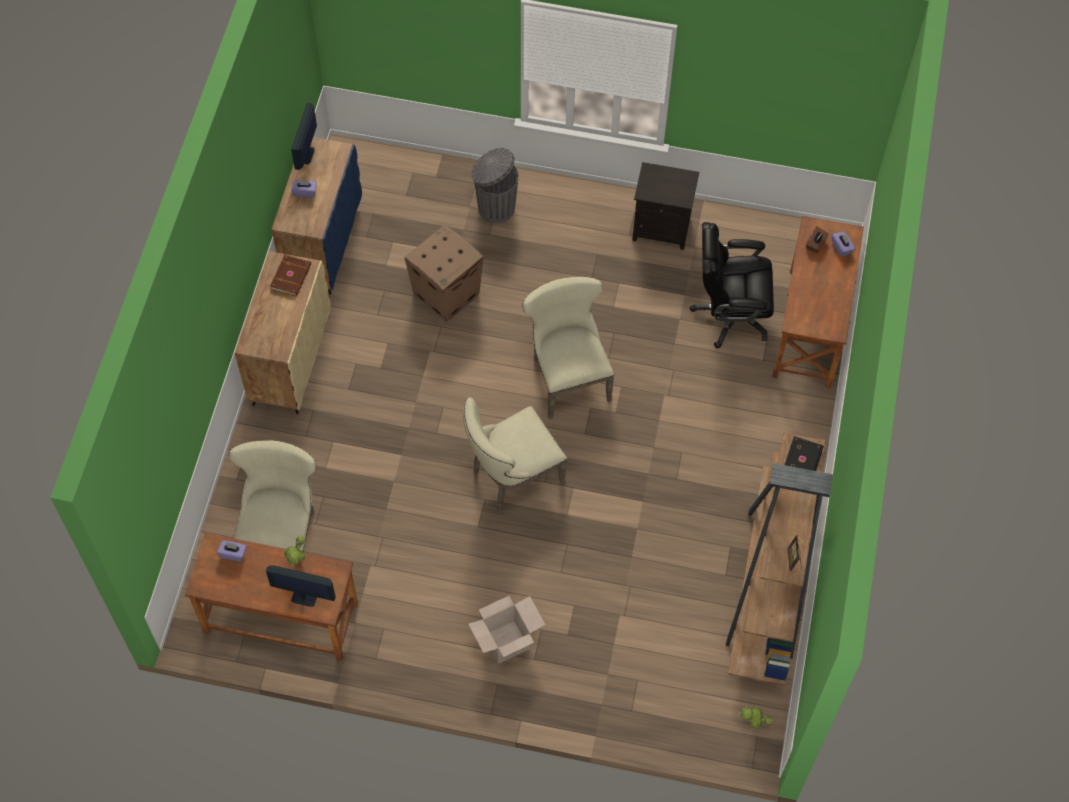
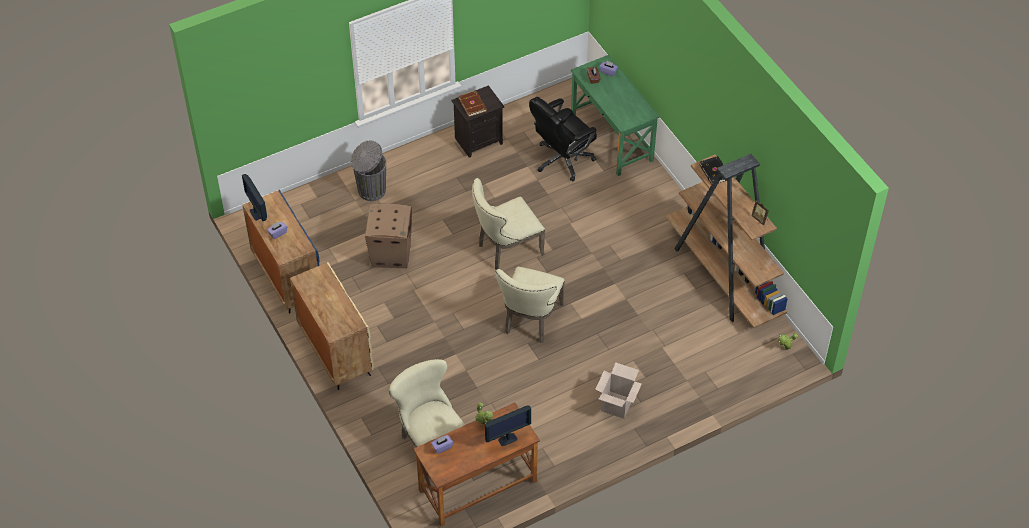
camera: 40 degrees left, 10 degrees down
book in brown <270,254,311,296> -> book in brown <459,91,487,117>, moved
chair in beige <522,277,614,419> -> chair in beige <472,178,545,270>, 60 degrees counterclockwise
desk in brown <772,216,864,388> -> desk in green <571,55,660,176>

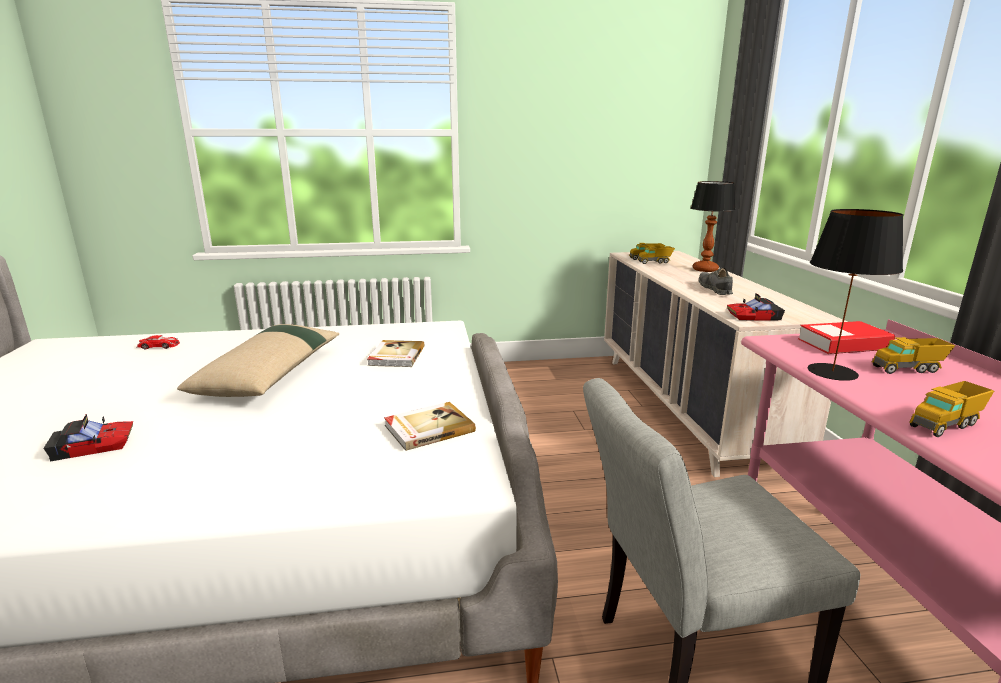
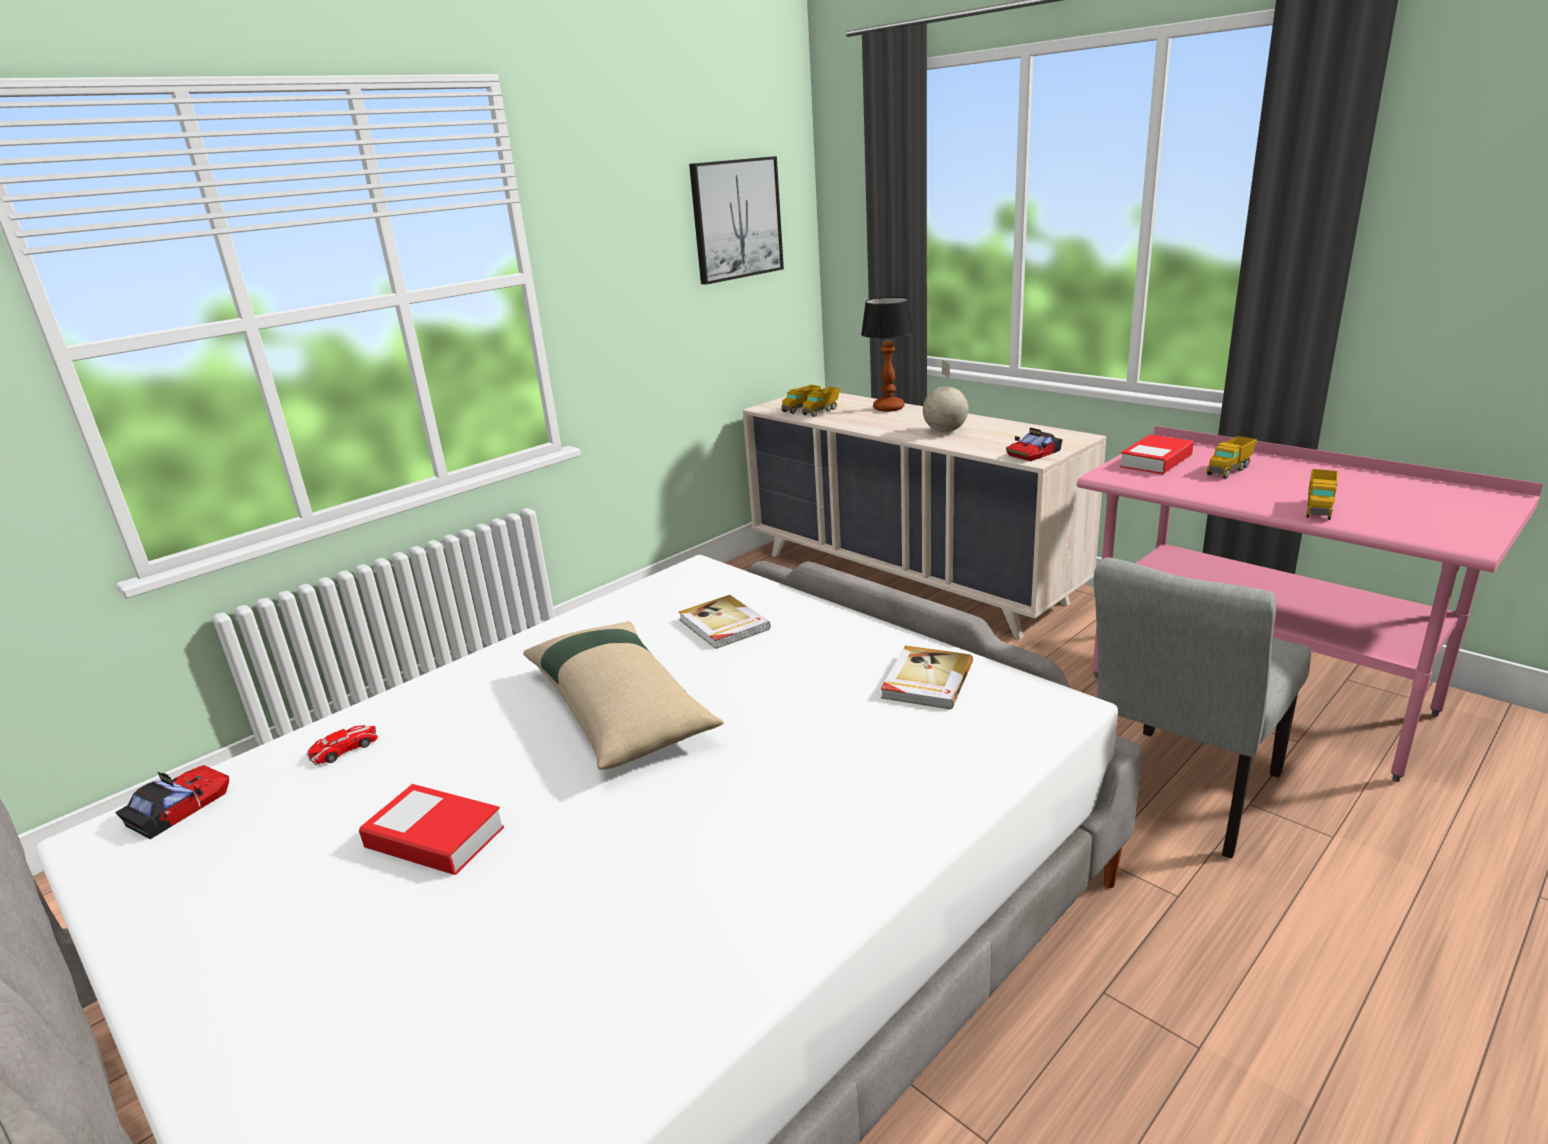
camera: 35 degrees left, 5 degrees up
toy car <43,414,133,462> -> toy car <115,765,229,839>, moved
none -> book <359,784,504,875>
none -> picture <689,156,784,285>
shoe in grey <699,268,733,295> -> globe <923,360,968,432>
table lamp in black <808,209,904,381> -> none

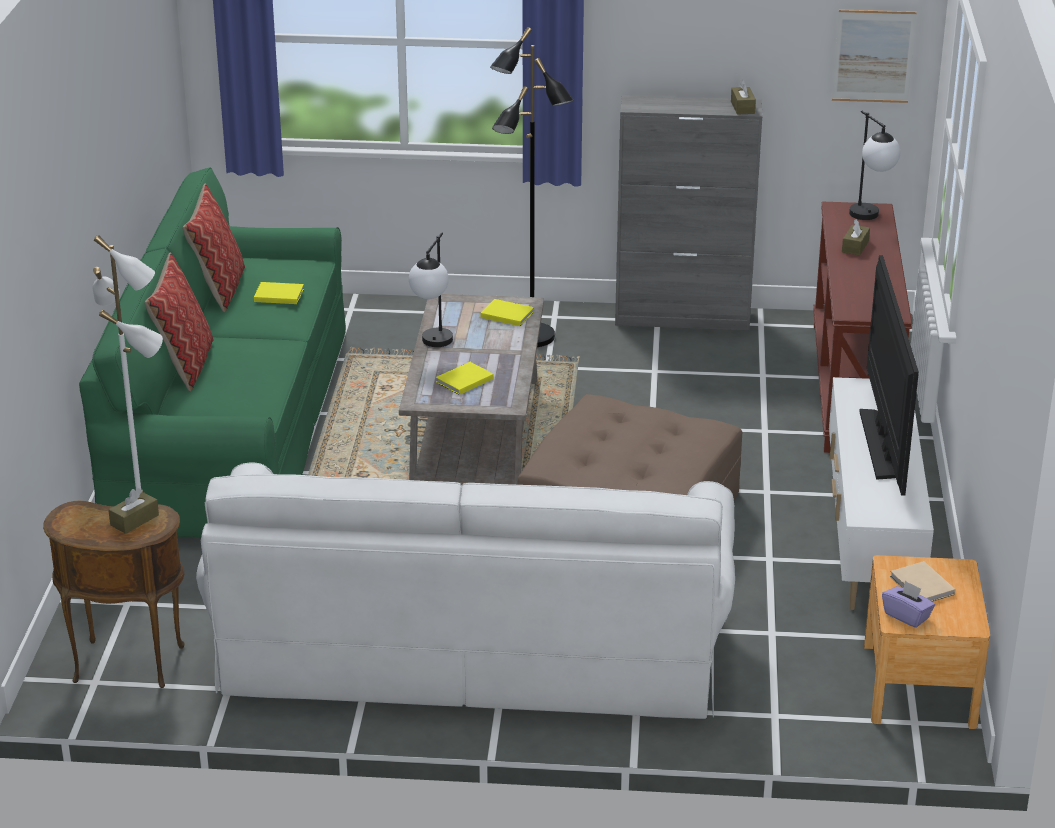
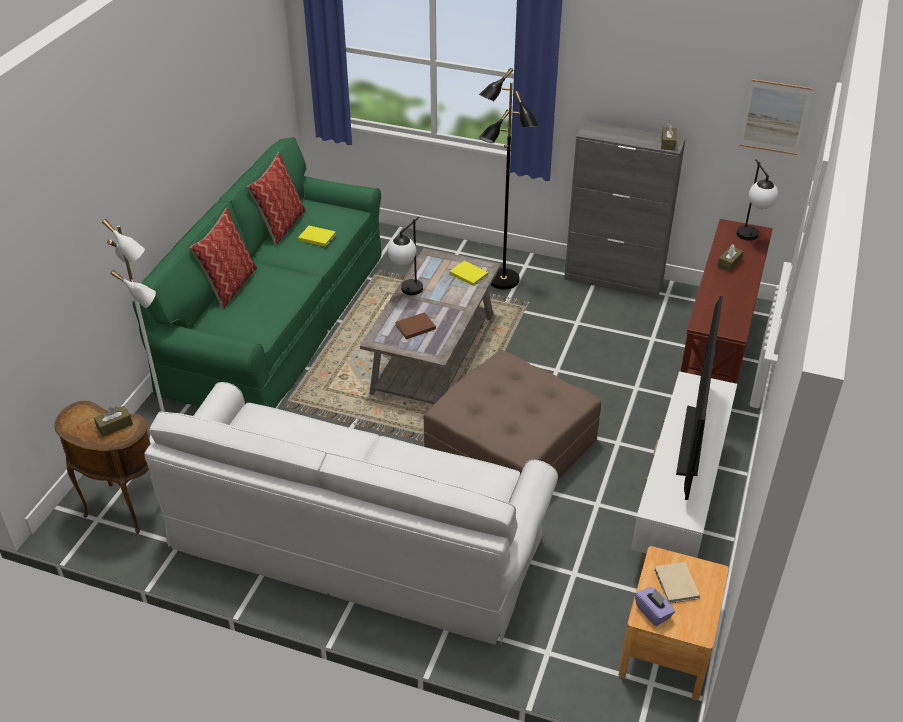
camera: 15 degrees right, 10 degrees up
book in yellow <436,362,494,395> -> book in brown <395,313,436,339>

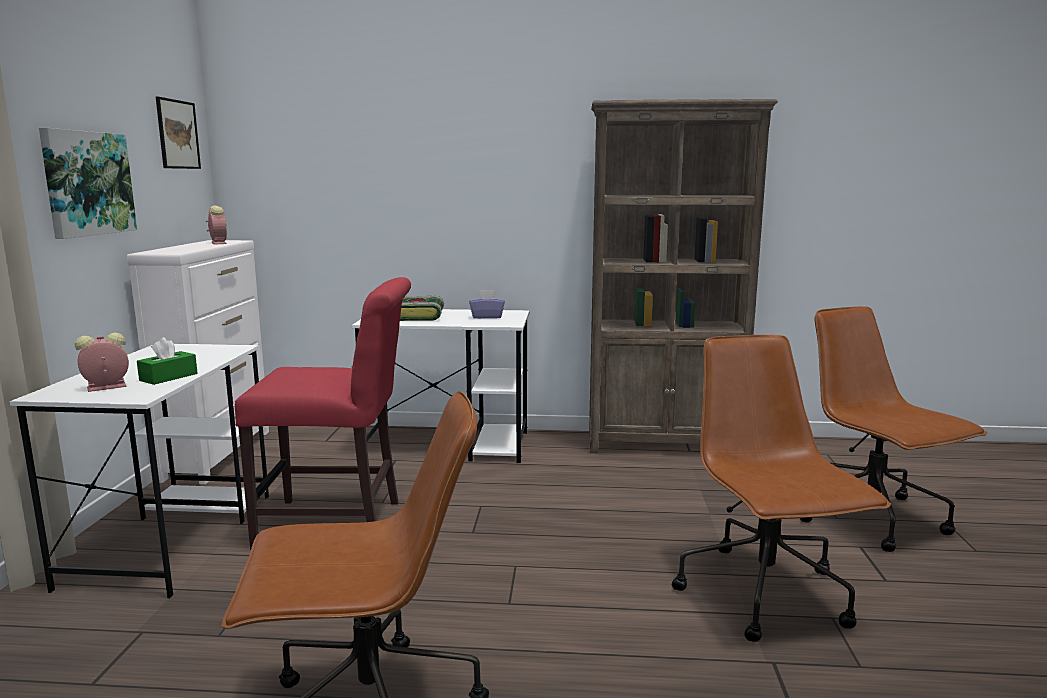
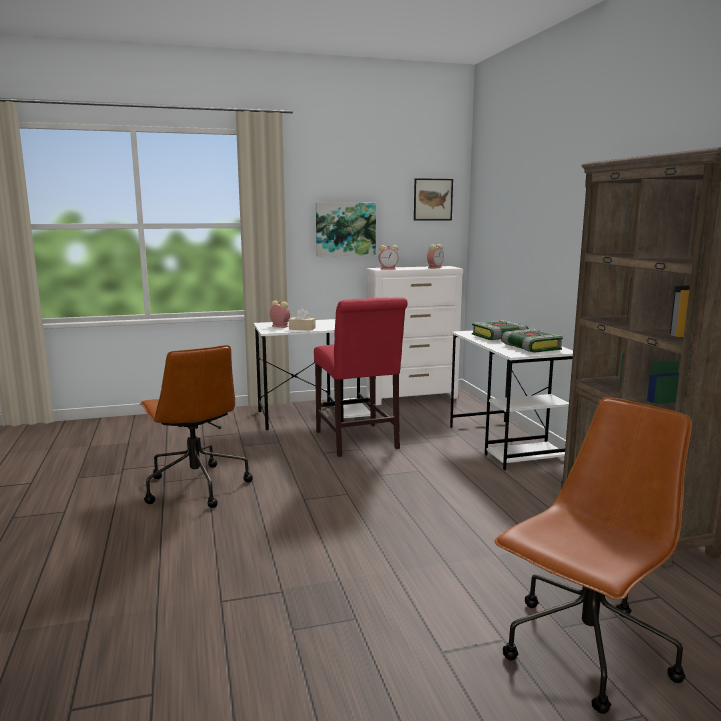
camera: 70 degrees right, 0 degrees up
tissue box in green <137,337,197,385> -> tissue box in beige <289,308,316,331>
none -> alarm clock <379,245,399,270>
tissue box in purple <469,290,505,319> -> book <501,329,563,353>
office chair in brown <672,335,891,642> -> none

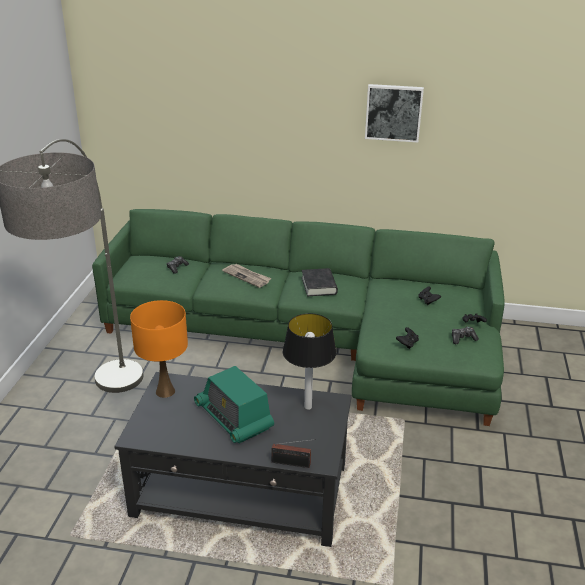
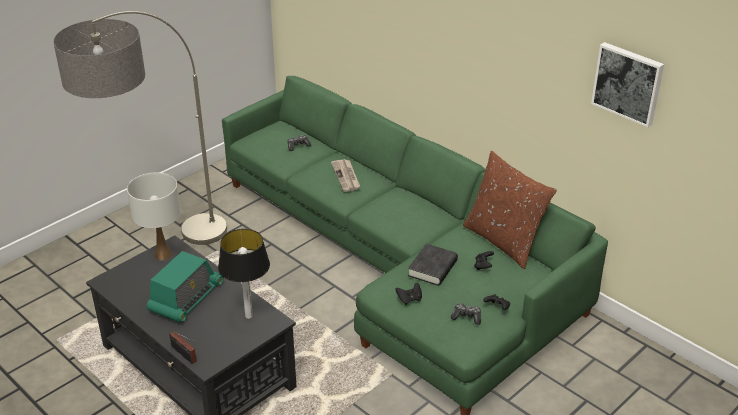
camera: 35 degrees right, 5 degrees up
table lamp in orange <130,300,188,398> -> table lamp in white <127,172,181,260>
radio <194,366,274,443> -> radio <147,251,224,323>, 150 degrees counterclockwise
book in black <302,268,338,296> -> book in black <408,244,458,286>, moved
none -> pillow in brown <463,151,557,269>
picture <365,84,424,143> -> picture <591,42,664,127>, moved

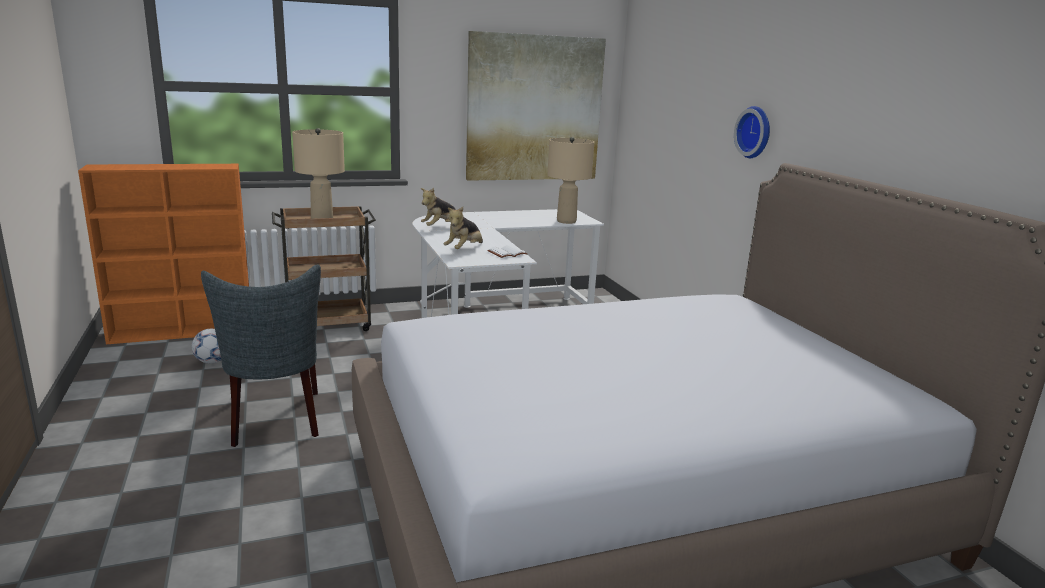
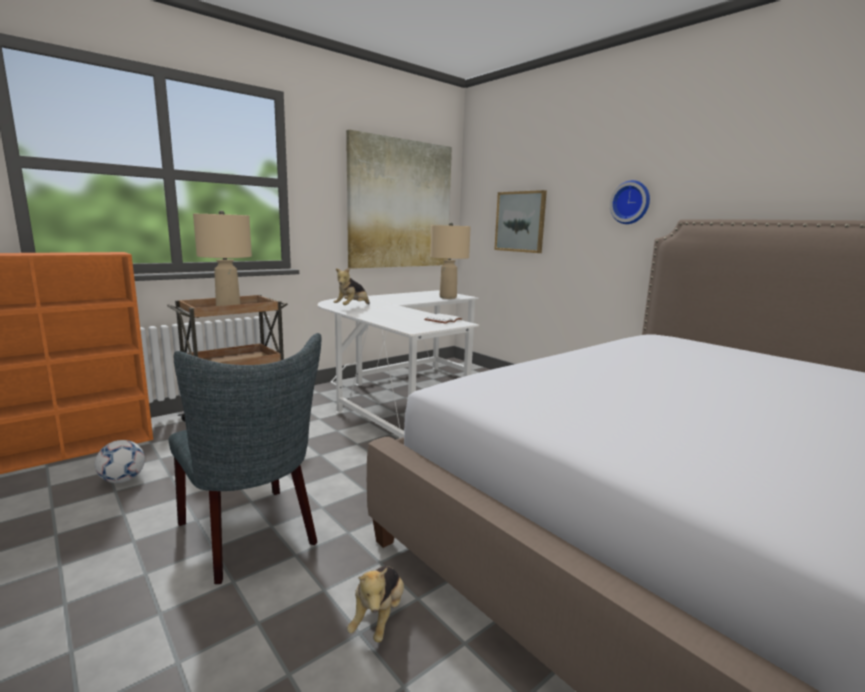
camera: 20 degrees left, 5 degrees down
plush toy <444,207,483,249> -> plush toy <347,566,404,642>, moved
none -> picture <494,190,547,253>

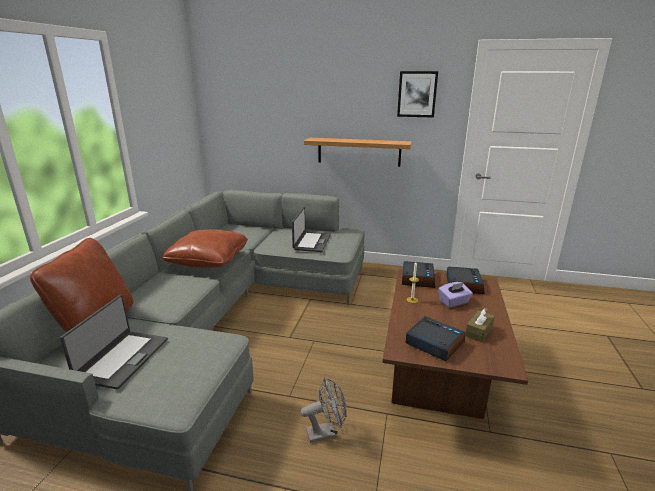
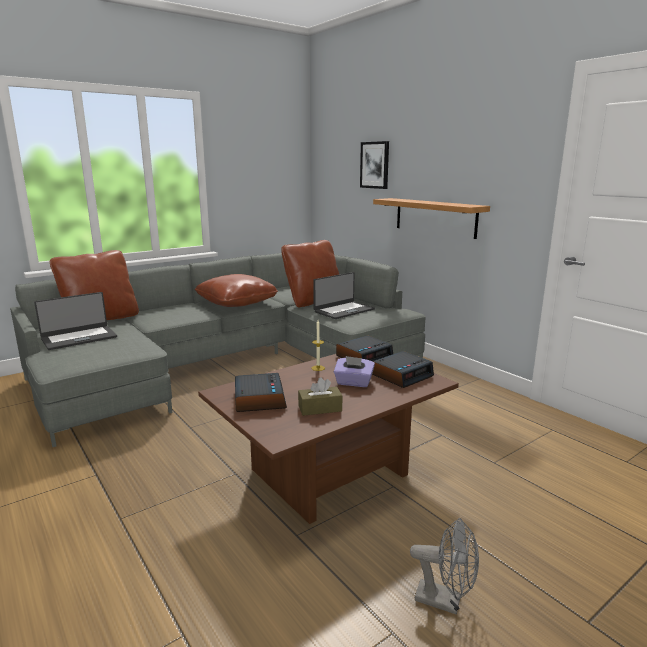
camera: 40 degrees right, 5 degrees down
none -> pillow in brown <281,240,339,308>
picture <397,71,438,118> -> picture <360,141,389,189>, moved
fan in grey <301,377,347,443> -> fan in grey <410,518,479,615>, moved

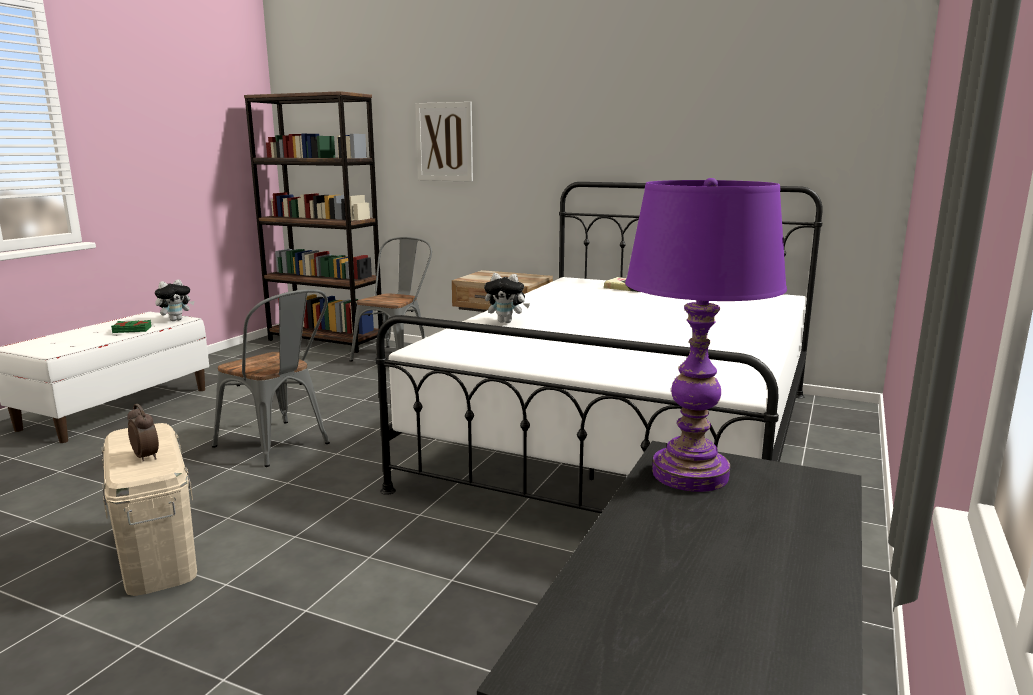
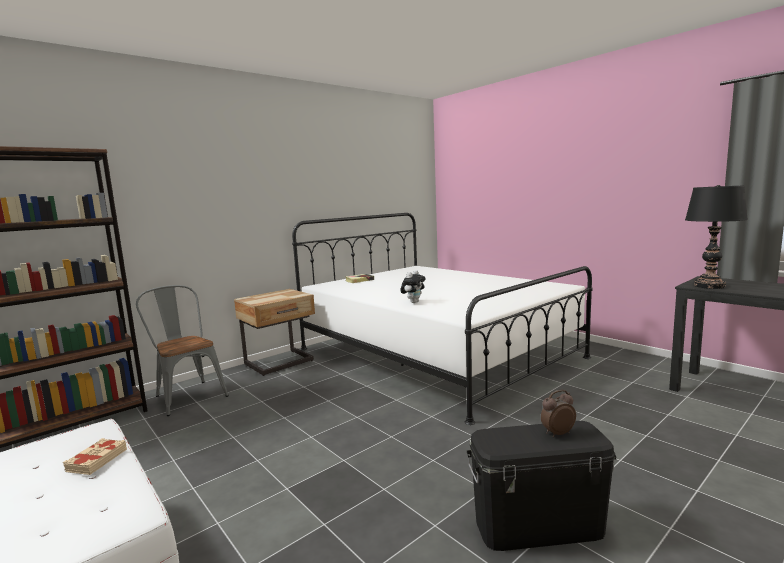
camera: 65 degrees left, 5 degrees down
book in green <111,320,152,333> -> book in beige <63,438,127,475>
storage box in beige <102,423,197,596> -> storage box in black <467,421,617,551>
table lamp in purple <625,178,787,492> -> table lamp in black <685,185,748,289>
plush toy <155,279,194,321> -> none
chair in grey <212,289,330,467> -> none
picture <415,102,473,182> -> none

